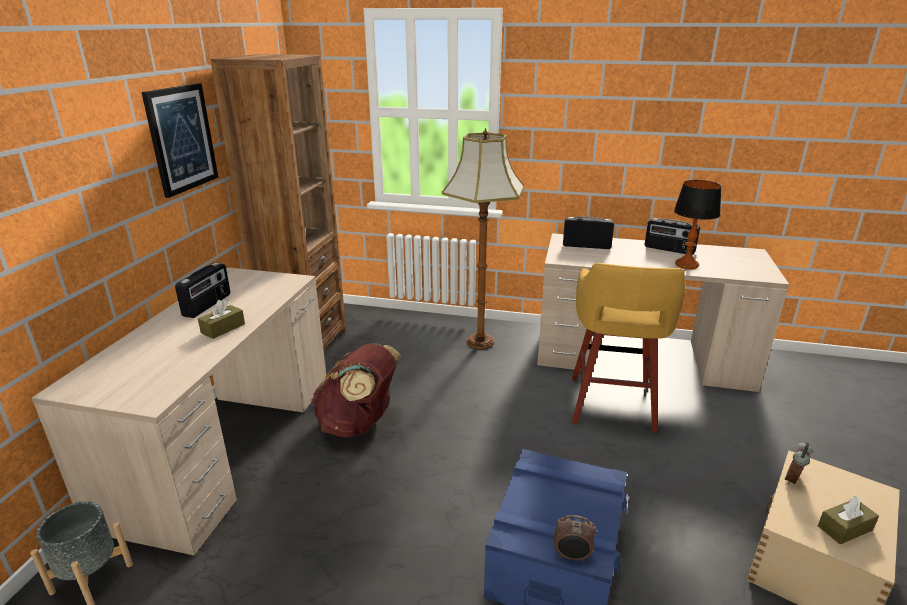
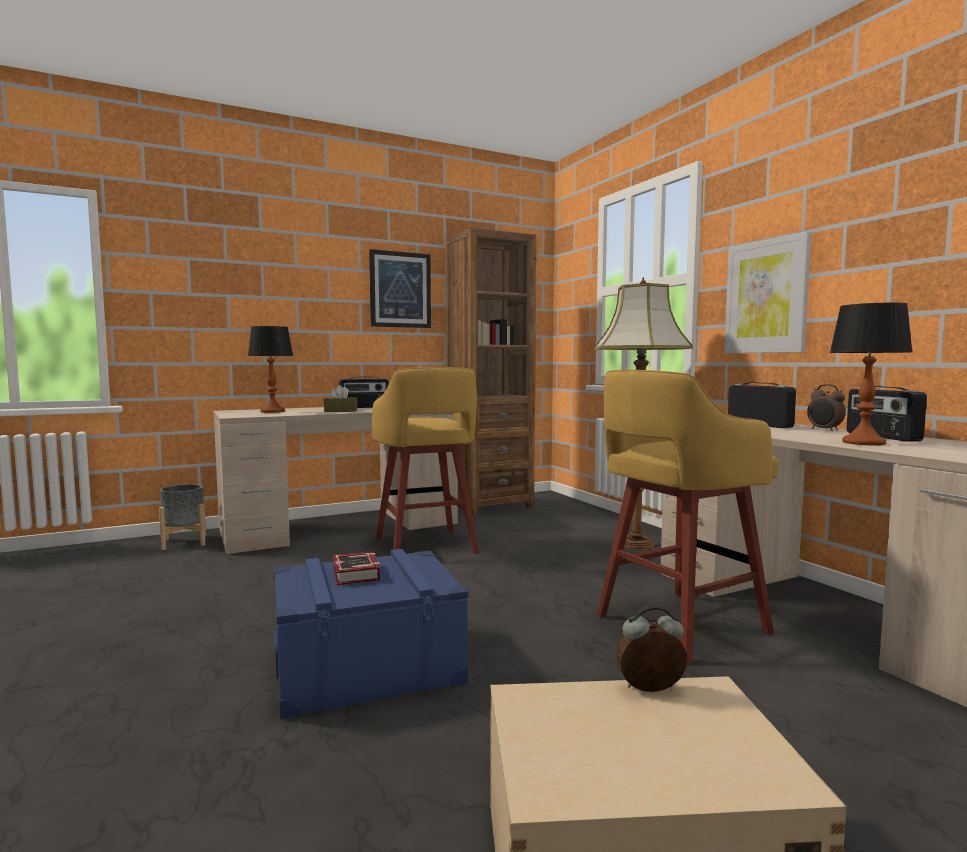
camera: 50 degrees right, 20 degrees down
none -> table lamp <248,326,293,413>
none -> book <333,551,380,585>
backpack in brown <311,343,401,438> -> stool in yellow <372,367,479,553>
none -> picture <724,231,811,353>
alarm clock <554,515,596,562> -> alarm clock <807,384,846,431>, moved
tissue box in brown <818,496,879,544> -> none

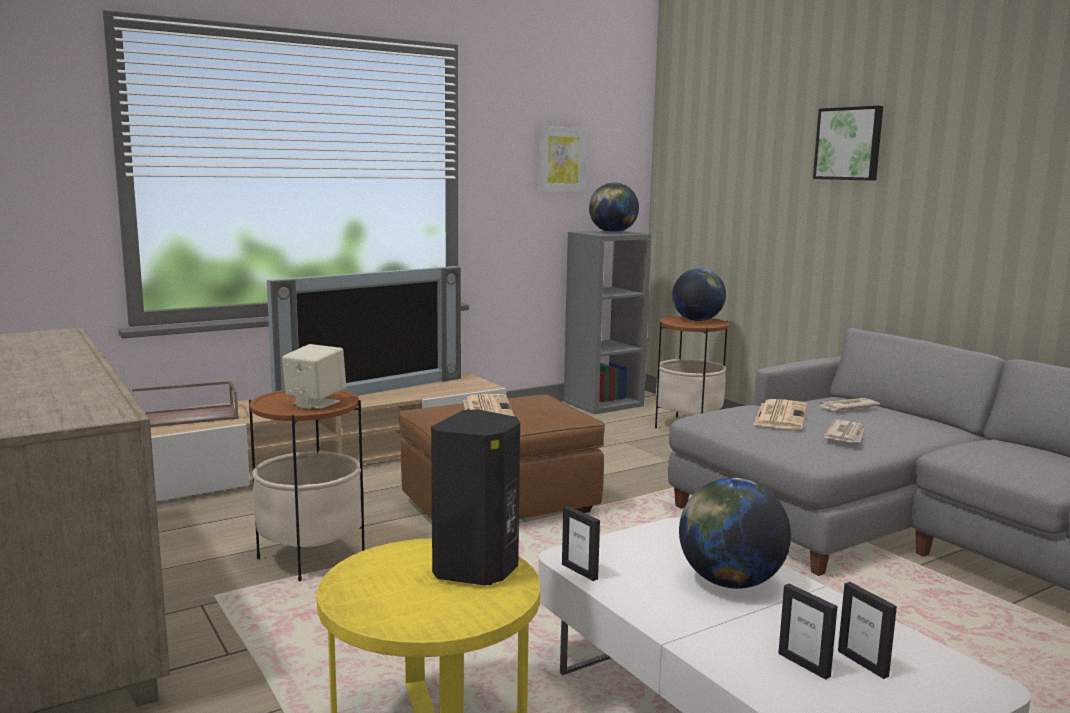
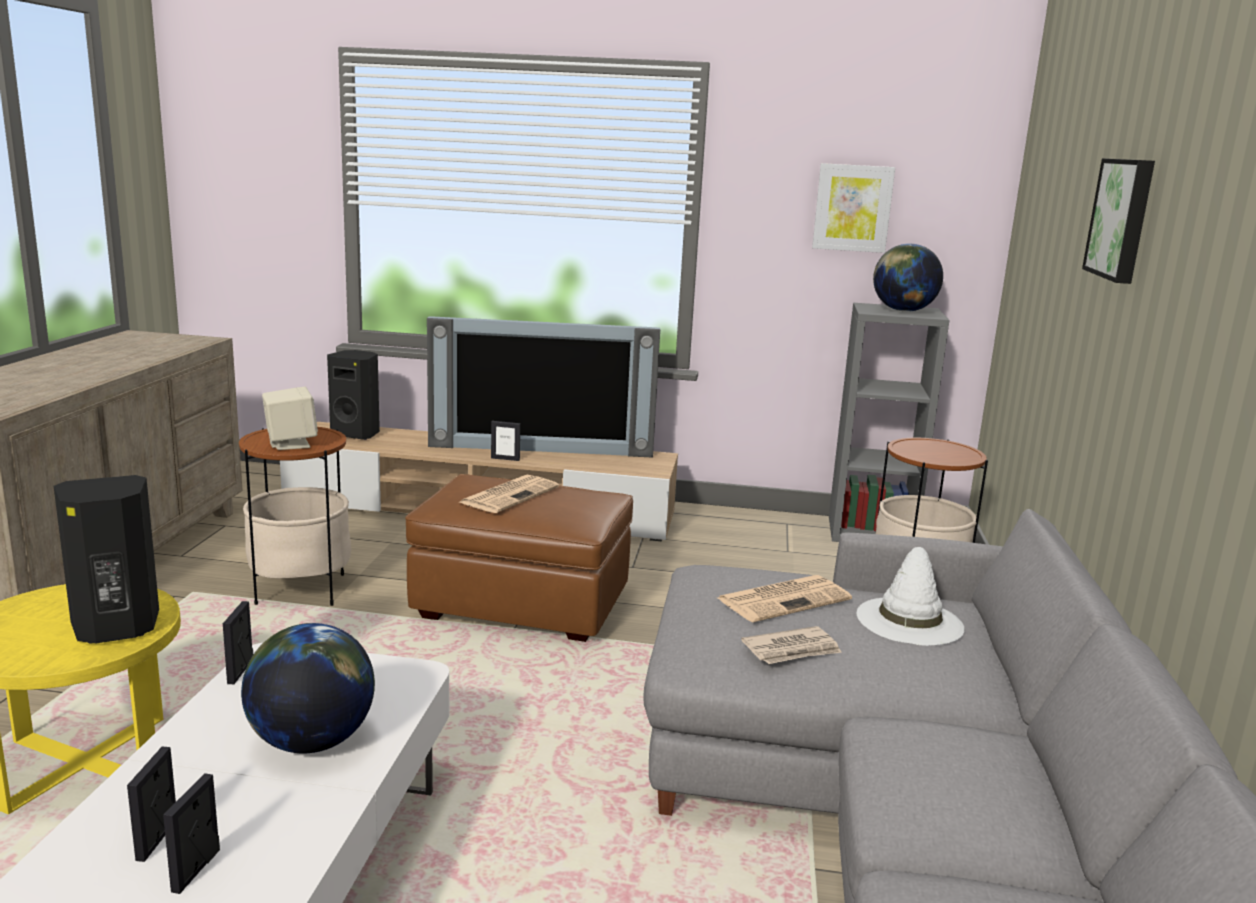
camera: 40 degrees right, 5 degrees up
tray in brown <129,381,239,427> -> speaker in black <327,350,380,440>
none -> picture frame <491,421,520,461>
newspaper <819,398,880,411> -> hat in white <856,547,964,646>
globe <672,268,726,321> -> none

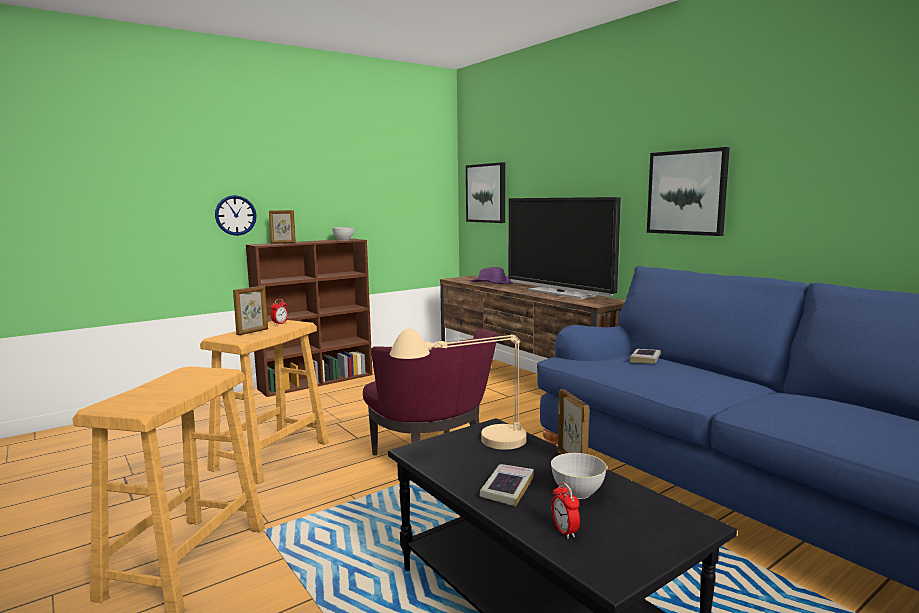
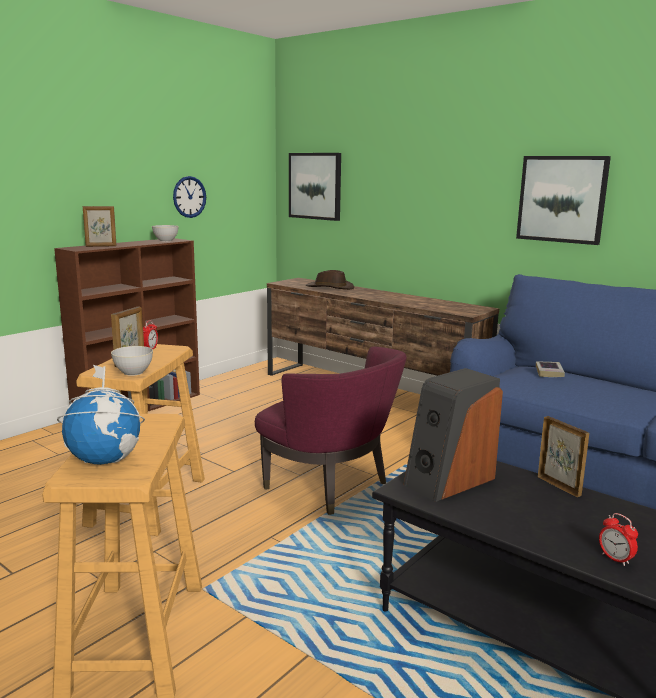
camera: 15 degrees left, 5 degrees up
none -> globe <57,365,145,465>
bowl in grey <551,453,607,499> -> bowl in grey <111,346,153,376>, moved
wall clock <215,195,256,236> -> wall clock <173,176,206,218>, moved
hat in purple <470,267,513,285> -> hat in brown <306,270,354,290>
table lamp in beige <390,329,526,450> -> speaker <403,368,503,502>
book <479,464,534,507> -> none
television <508,197,621,299> -> none

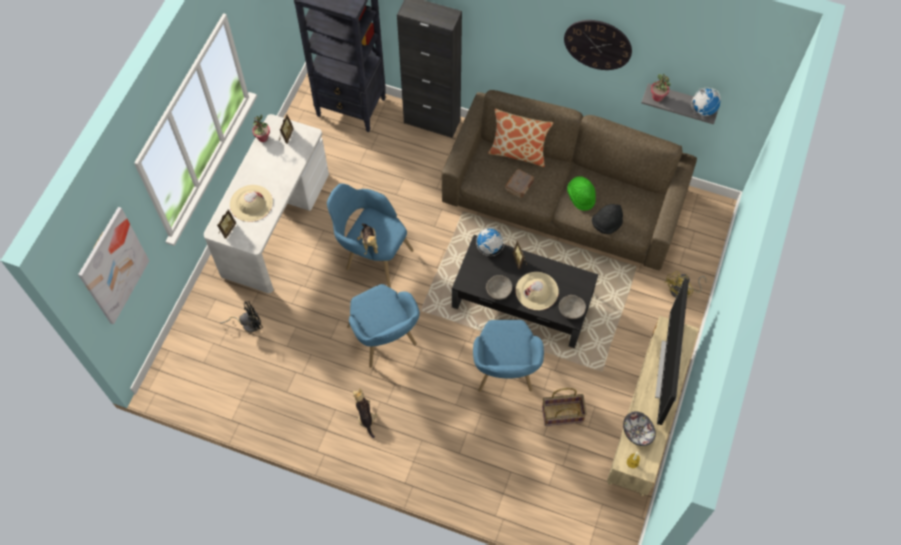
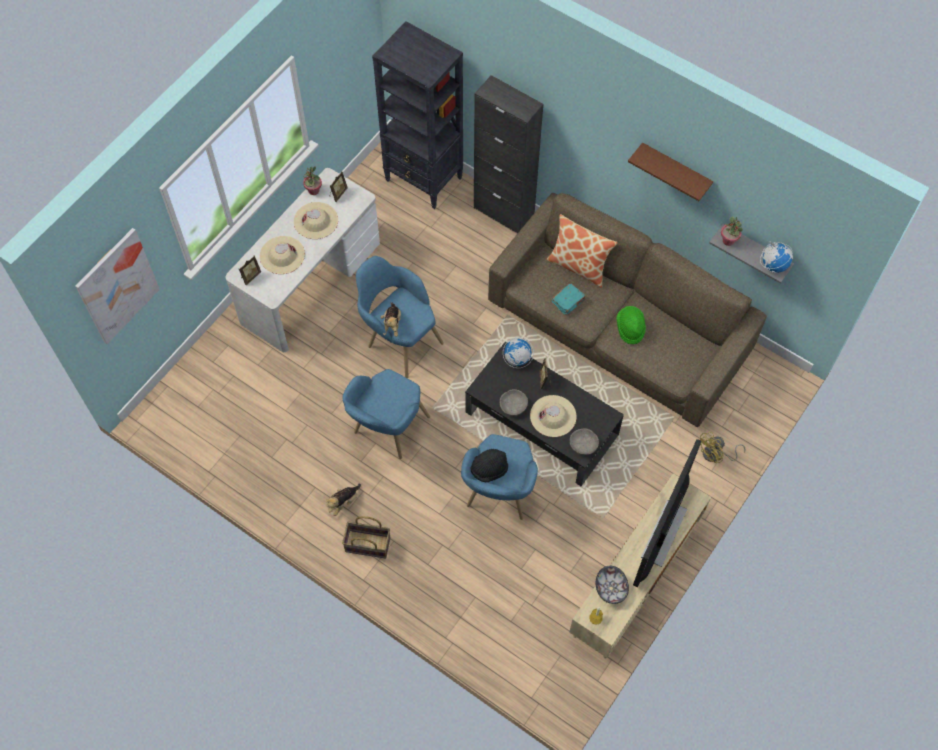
camera: 15 degrees right, 0 degrees up
none -> hat in beige <294,202,338,239>
plush toy <353,388,377,438> -> plush toy <325,483,361,516>, 135 degrees counterclockwise
armchair in blue <347,284,420,368> -> armchair in blue <342,369,430,459>, 45 degrees clockwise
basket <542,388,587,426> -> basket <342,516,391,559>, moved
hat in black <592,204,623,234> -> hat in black <470,449,508,482>, moved
book in brown <505,169,534,198> -> book in turquoise <552,284,585,315>
wall clock <564,20,632,70> -> shelf in brown <628,143,713,201>
fan in black <220,301,263,333> -> none

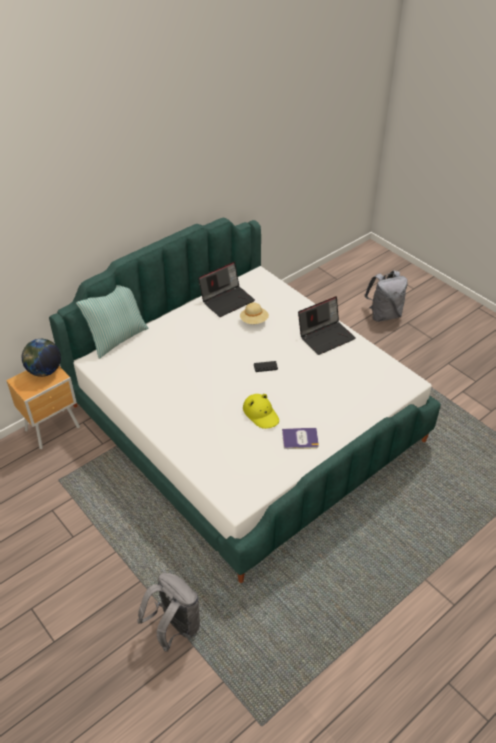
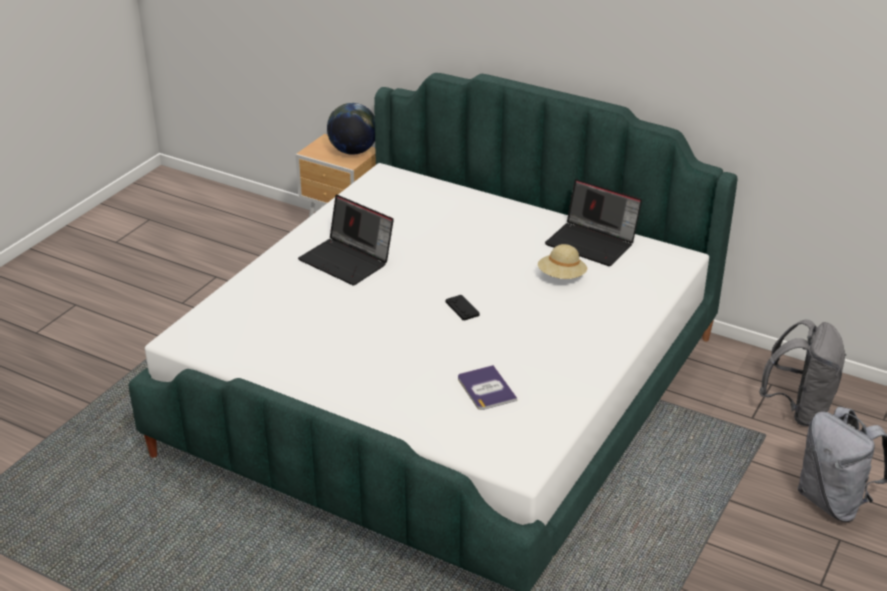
camera: 70 degrees right, 10 degrees down
laptop <298,296,356,355> -> laptop <298,195,394,285>, moved
book <282,428,319,449> -> book <458,365,517,410>, moved
backpack in grey <138,573,200,652> -> backpack in grey <759,319,847,426>, moved
pillow <76,285,148,359> -> none
hat in yellow <243,394,279,429> -> none

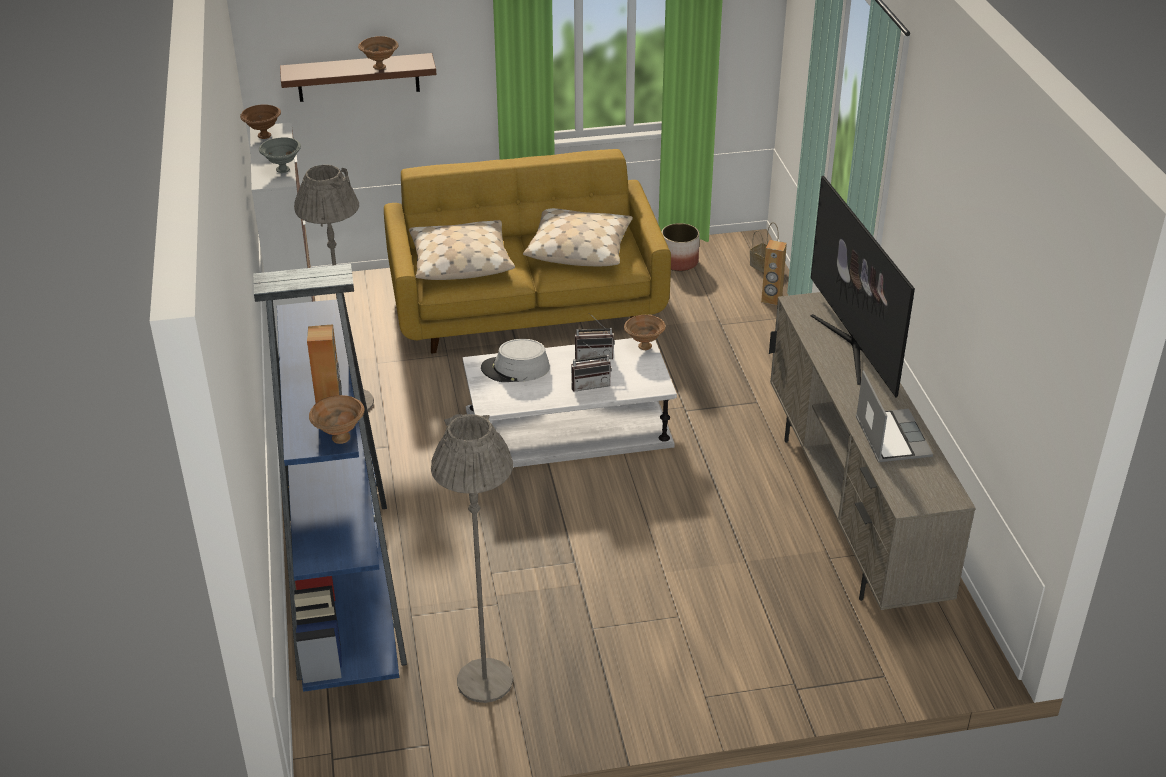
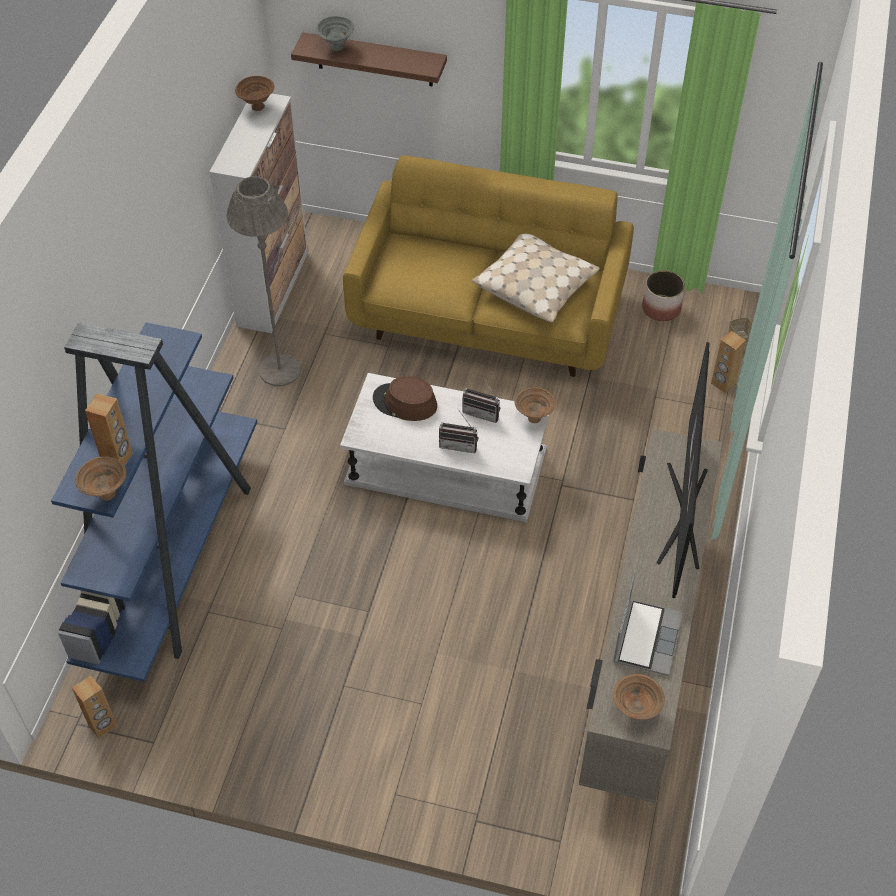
camera: 25 degrees right, 15 degrees up
none -> speaker in brown <72,675,117,738>
bowl in grey <259,137,301,173> -> bowl in grey <316,16,354,51>, moved
hat in grey <481,339,550,382> -> hat in brown <373,376,437,421>
bowl in brown <358,36,399,70> -> bowl in brown <613,674,665,720>, moved
pillow in beige <409,220,515,280> -> none
floor lamp in grey <431,414,513,703> -> none

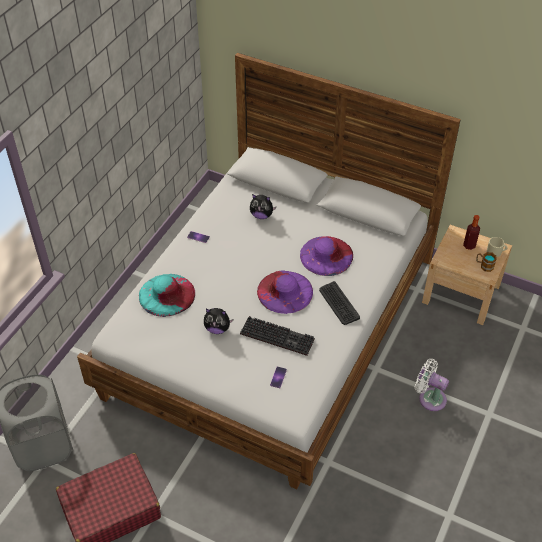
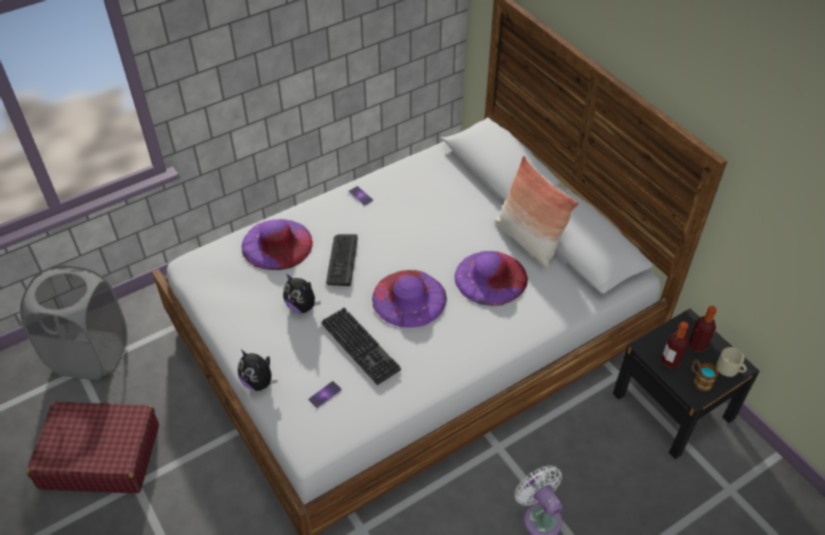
camera: 30 degrees right, 0 degrees up
plush toy <250,194,276,219> -> plush toy <238,350,278,391>, moved
hat in turquoise <139,274,195,317> -> hat in purple <242,219,313,270>
keyboard <319,281,360,325> -> keyboard <326,234,358,286>, moved
none -> pillow <495,156,579,269>
nightstand in beige <422,225,512,325> -> nightstand in black <613,308,759,459>
none -> bottle <661,322,689,368>

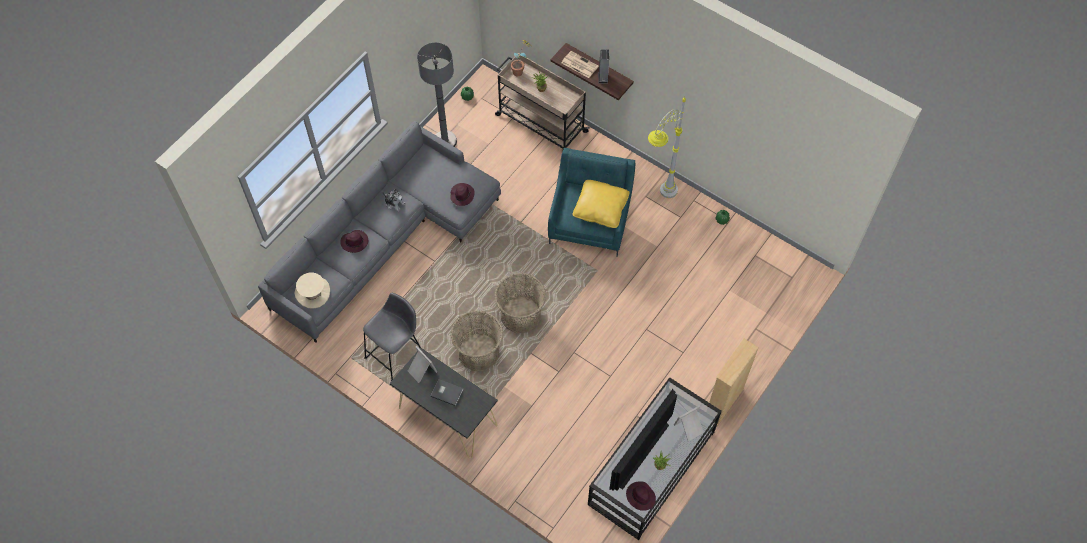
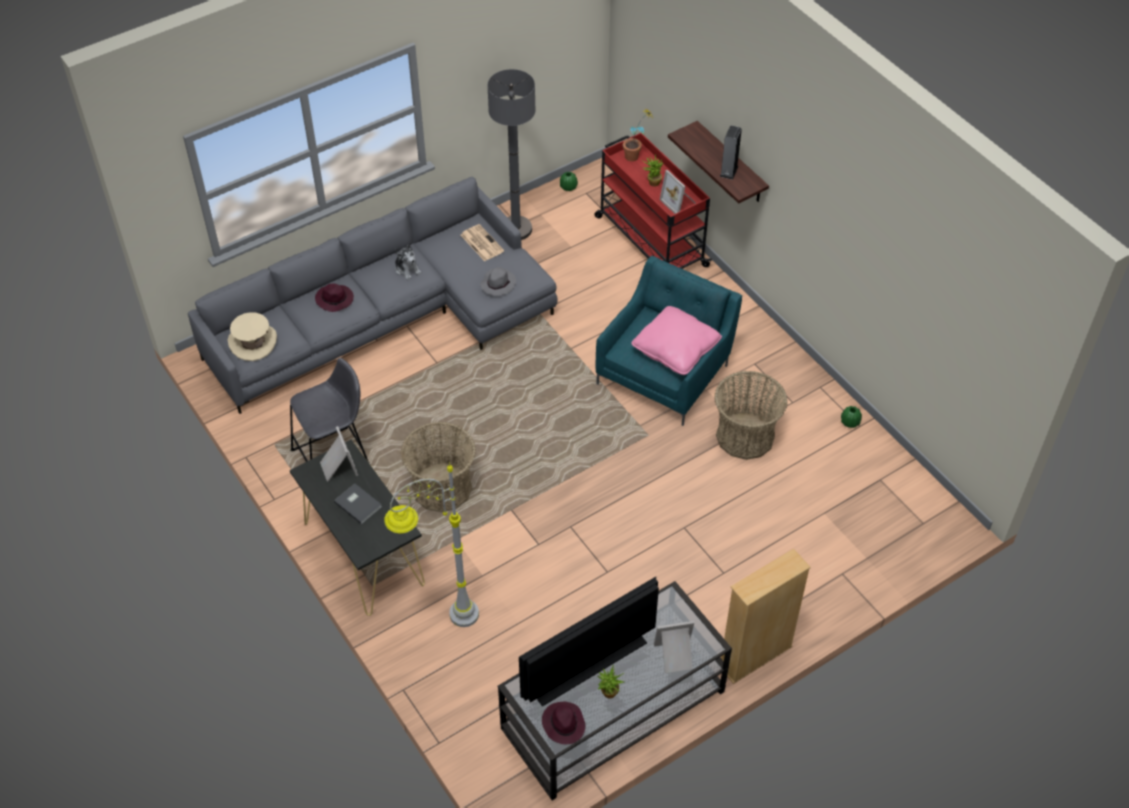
camera: 20 degrees right, 10 degrees down
floor lamp in grey <648,96,686,198> -> floor lamp in grey <384,462,479,627>, moved
newspaper <562,51,599,78> -> newspaper <461,224,504,261>, moved
hat in purple <450,183,475,206> -> hat in grey <480,267,516,296>
cart in beige <495,53,590,149> -> cart in red <594,133,712,269>
pillow in yellow <573,180,630,228> -> pillow in pink <631,306,722,375>
none -> picture frame <660,170,696,214>
basket <495,273,546,333> -> basket <714,371,788,460>, moved

